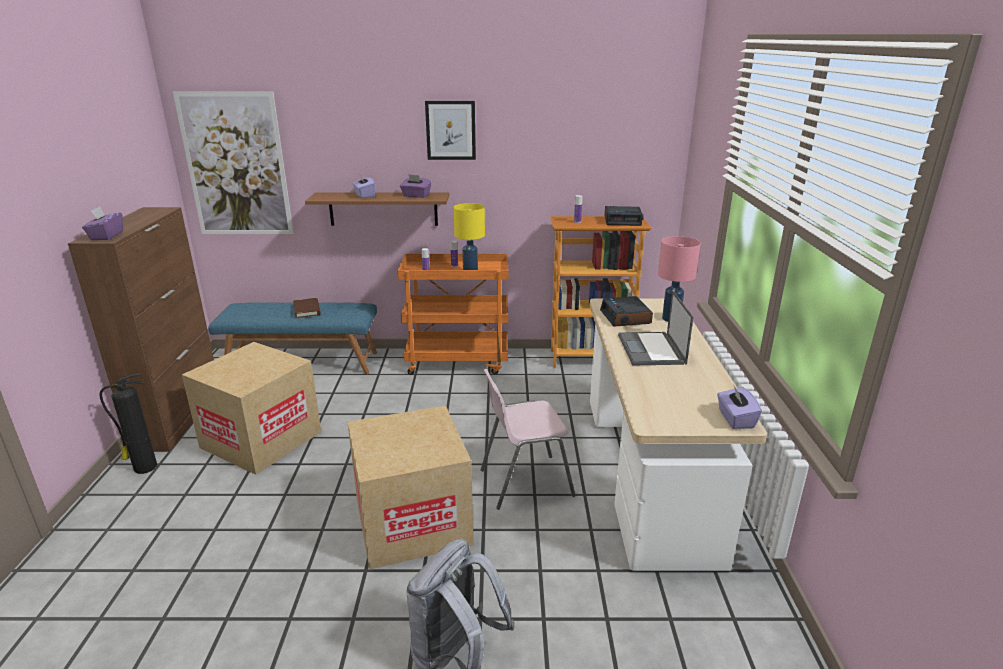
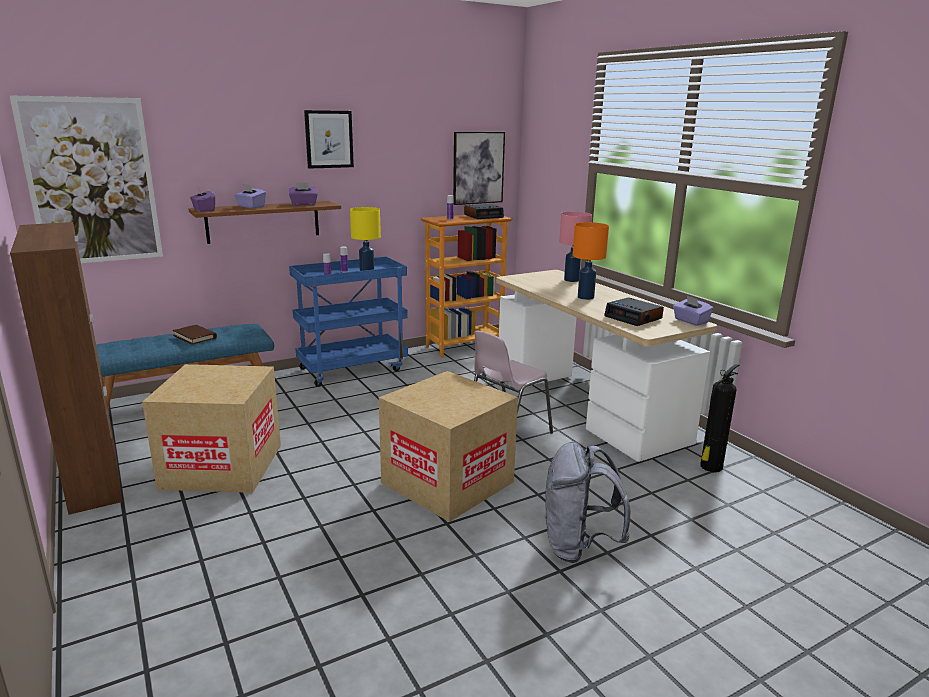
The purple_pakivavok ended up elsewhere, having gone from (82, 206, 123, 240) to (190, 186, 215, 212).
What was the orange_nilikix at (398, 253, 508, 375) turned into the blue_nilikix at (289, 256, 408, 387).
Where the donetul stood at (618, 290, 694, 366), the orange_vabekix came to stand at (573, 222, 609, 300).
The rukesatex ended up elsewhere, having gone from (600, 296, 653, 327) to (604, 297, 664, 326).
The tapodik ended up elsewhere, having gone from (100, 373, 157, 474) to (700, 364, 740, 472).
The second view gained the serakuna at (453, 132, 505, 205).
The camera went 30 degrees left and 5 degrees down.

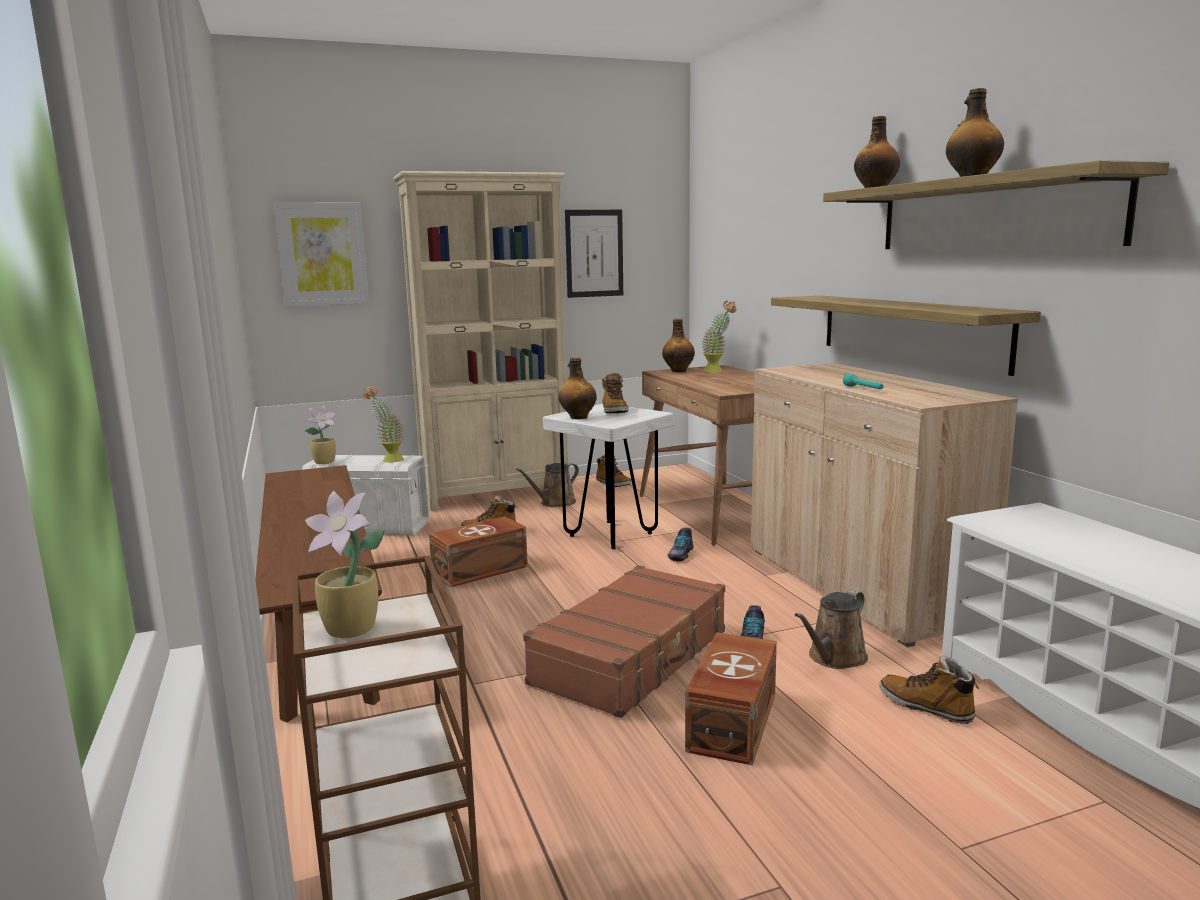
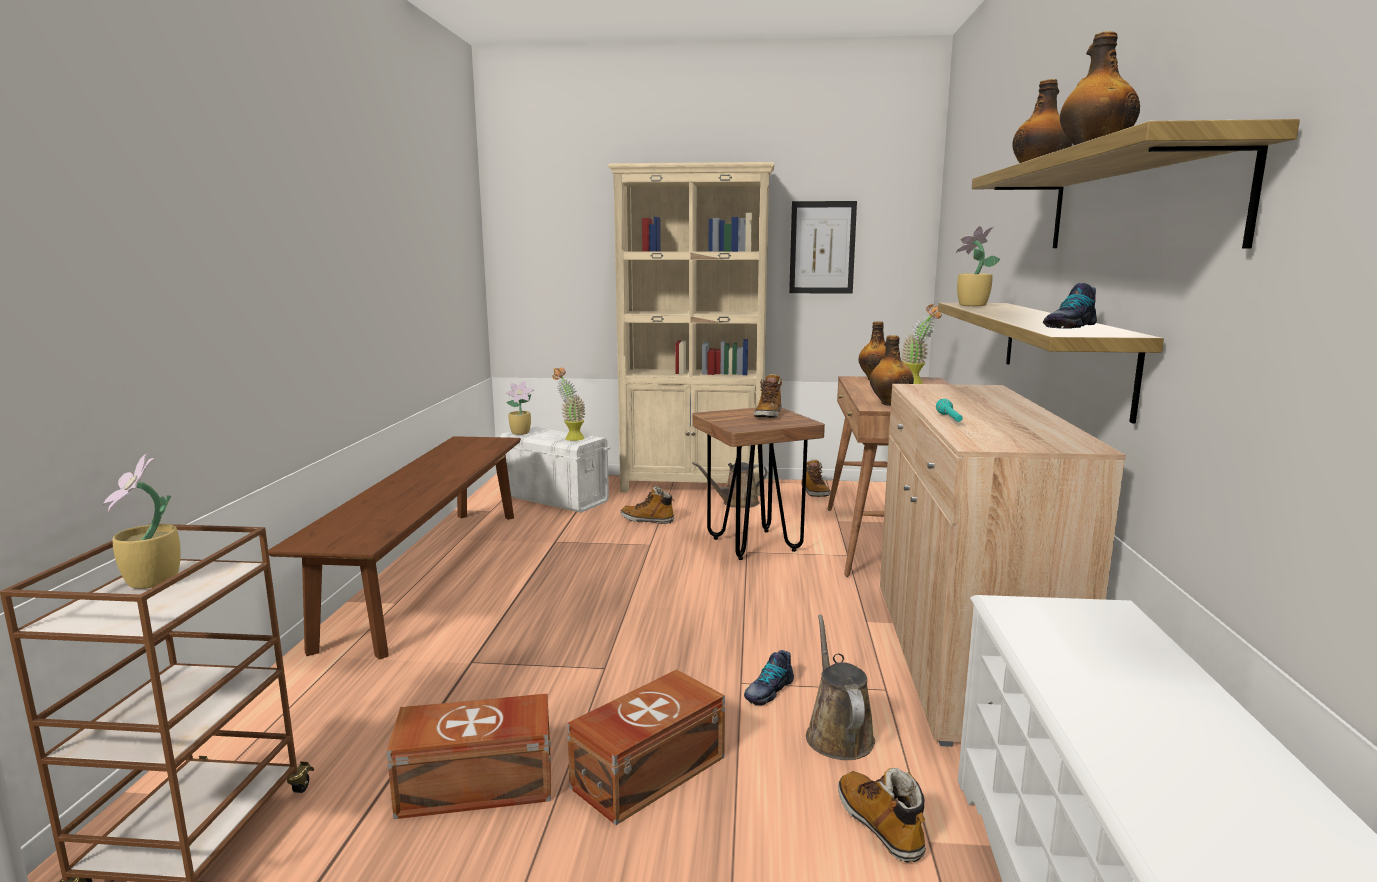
The second view lost the serakuna at (274, 203, 369, 307).
The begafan ended up elsewhere, having gone from (558, 357, 597, 419) to (870, 335, 914, 406).
What was the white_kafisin at (543, 404, 673, 549) turned into the brown_kafisin at (692, 408, 825, 560).
The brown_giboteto ended up elsewhere, having gone from (429, 517, 528, 588) to (387, 693, 551, 819).
The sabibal ended up elsewhere, having gone from (667, 528, 694, 562) to (1043, 283, 1097, 329).
The second view lost the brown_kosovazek at (523, 565, 725, 718).
The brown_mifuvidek at (795, 590, 868, 669) ended up facing another way, 105 degrees clockwise from before.
The second view gained the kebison at (955, 225, 1000, 306).
The camera went 25 degrees right and 0 degrees up.

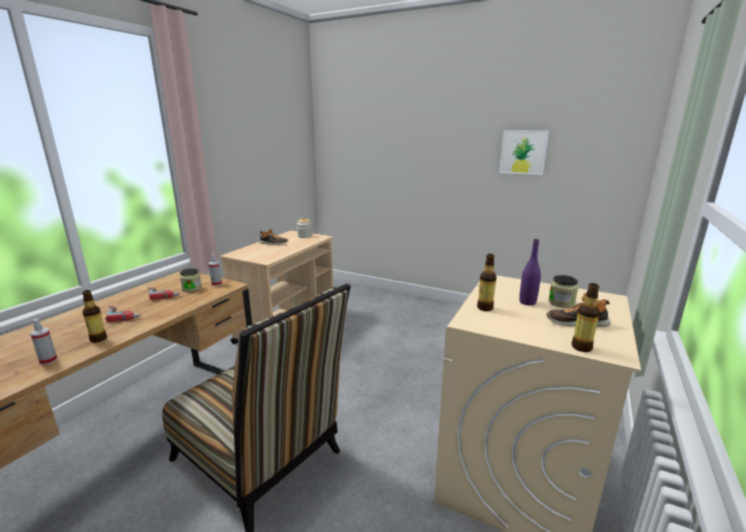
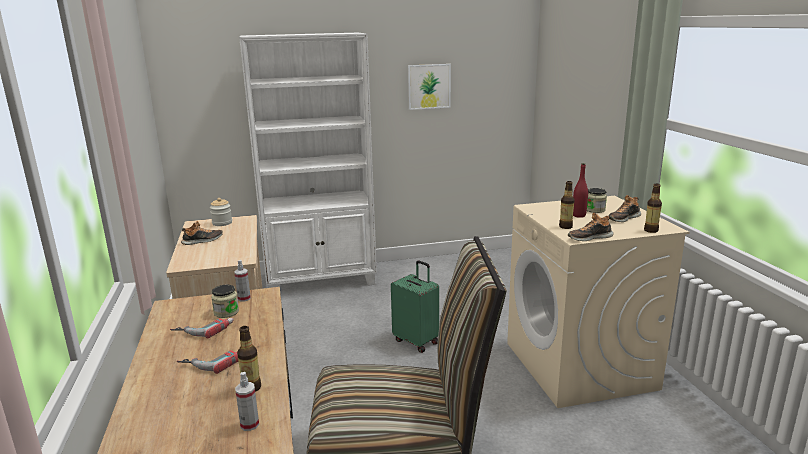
What was the purple_begafan at (519, 239, 541, 306) turned into the red_begafan at (573, 163, 588, 218).
The second view gained the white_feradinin at (239, 33, 377, 288).
The second view gained the sabibal at (568, 213, 614, 241).
The second view gained the green_kosovazek at (391, 260, 439, 353).
The camera went 40 degrees left and 0 degrees up.

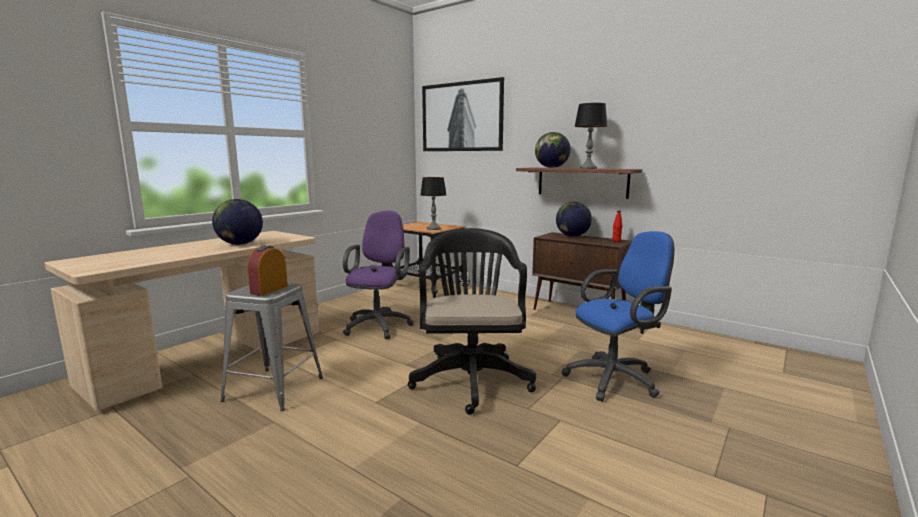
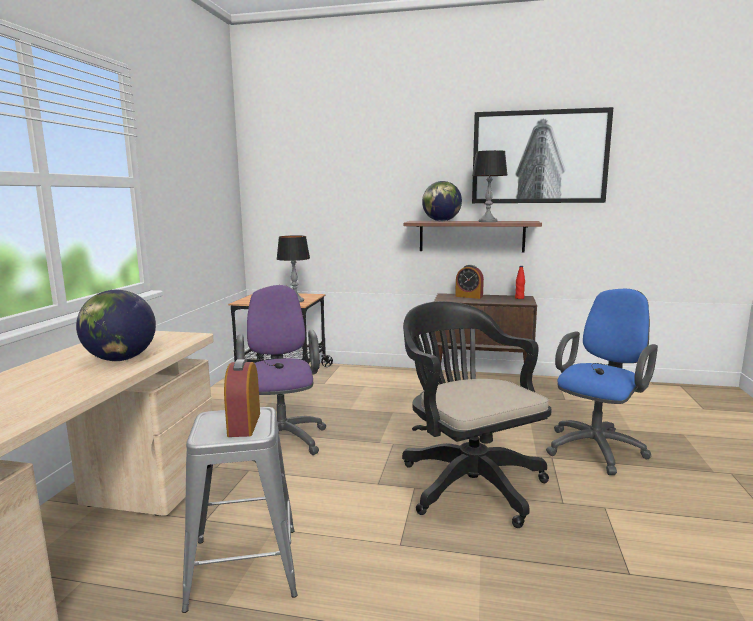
The serakuna ended up elsewhere, having gone from (422, 77, 504, 151) to (472, 107, 614, 203).
Where the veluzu stood at (556, 202, 592, 237), the rukesatex came to stand at (455, 265, 484, 299).
The camera went 25 degrees left and 0 degrees up.

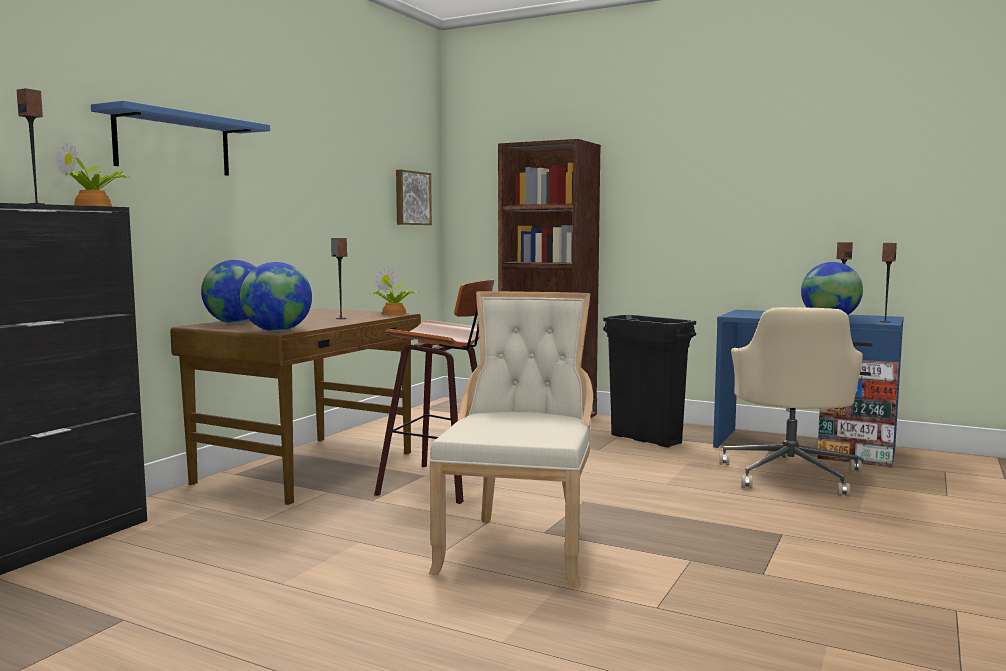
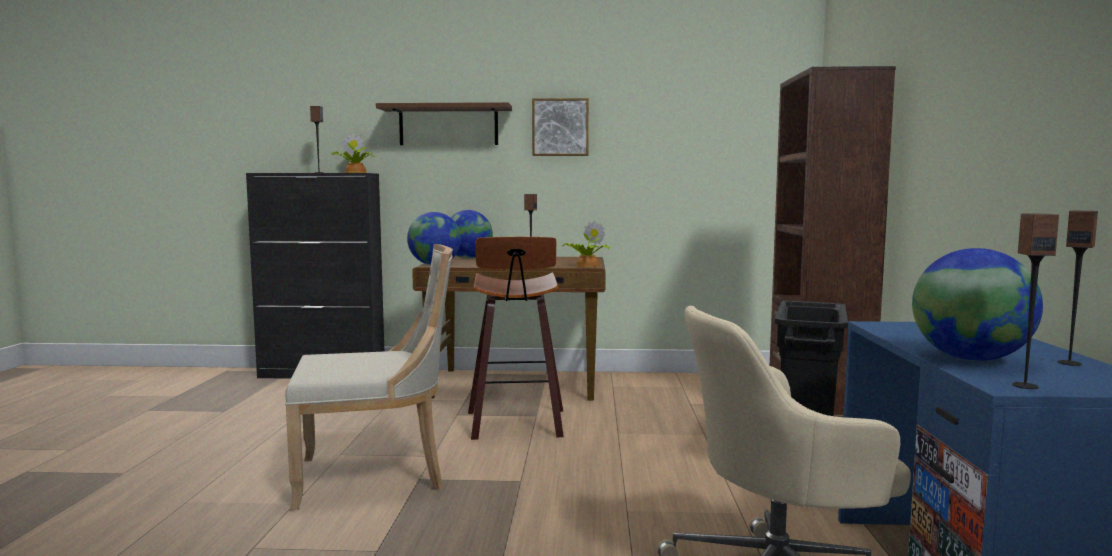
What was the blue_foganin at (91, 101, 270, 176) turned into the brown_foganin at (376, 102, 512, 145).
The serakuna ended up elsewhere, having gone from (396, 169, 432, 225) to (532, 98, 589, 156).
The camera went 65 degrees right and 0 degrees up.

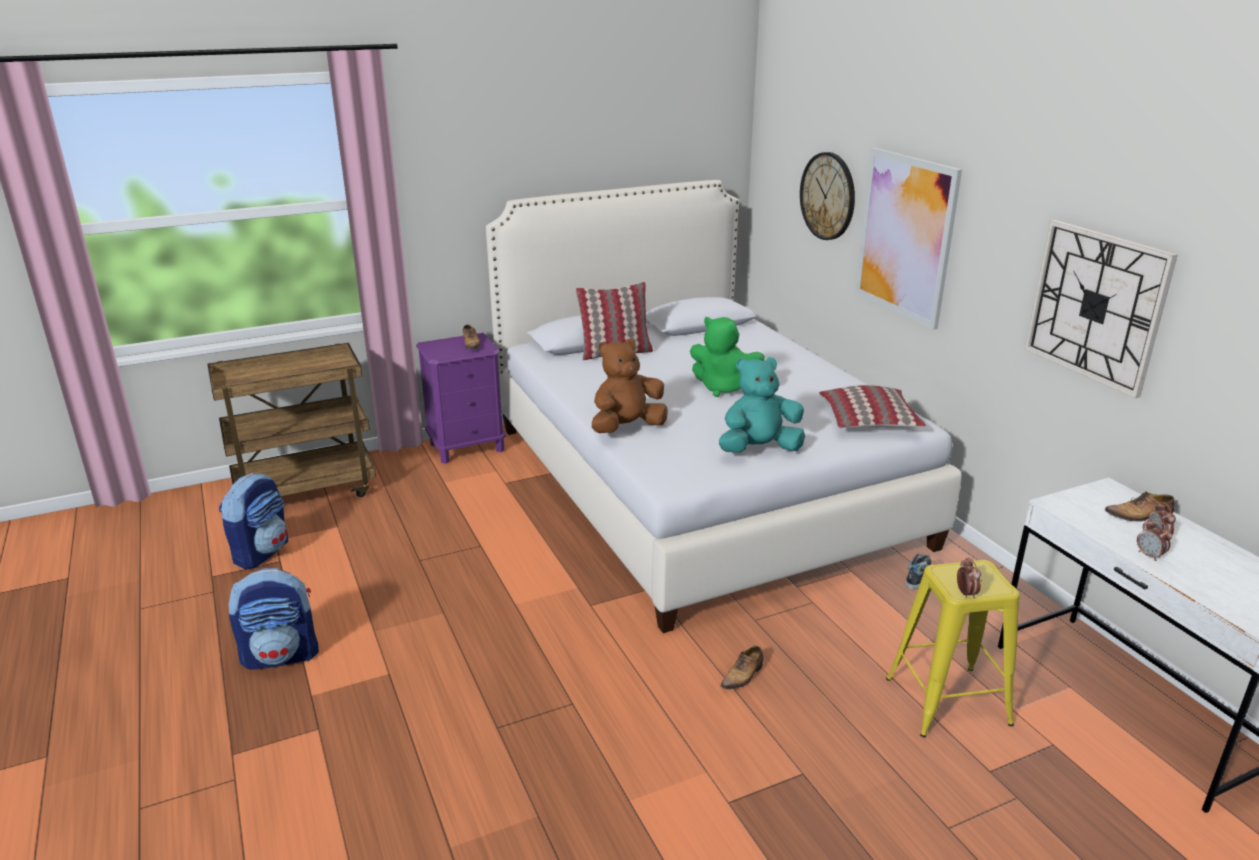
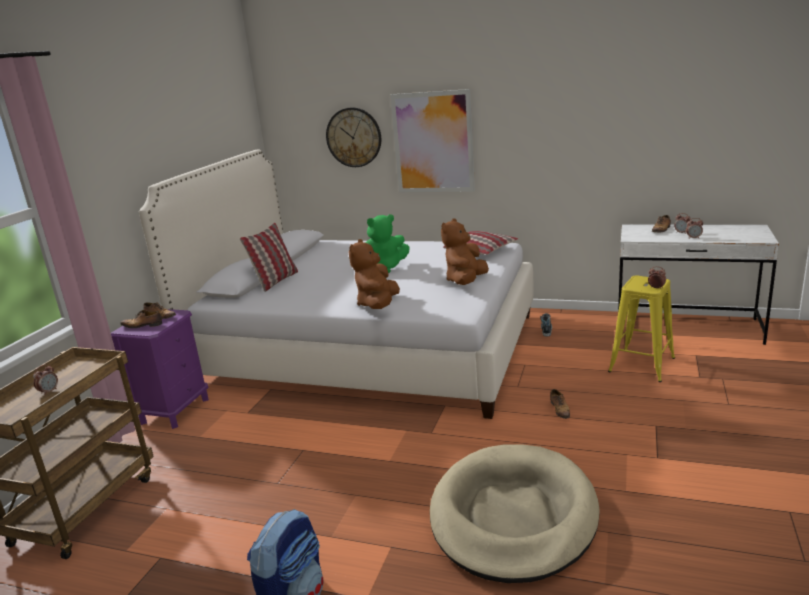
The second view lost the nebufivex at (1024, 220, 1178, 398).
What was the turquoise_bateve at (719, 357, 805, 453) turned into the brown_bateve at (441, 219, 489, 285).
The second view lost the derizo at (219, 473, 288, 569).
The second view gained the sabibal at (120, 310, 162, 328).
The second view gained the rukesatex at (33, 364, 58, 395).
The second view gained the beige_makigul at (430, 445, 600, 583).
The camera went 45 degrees left and 5 degrees down.

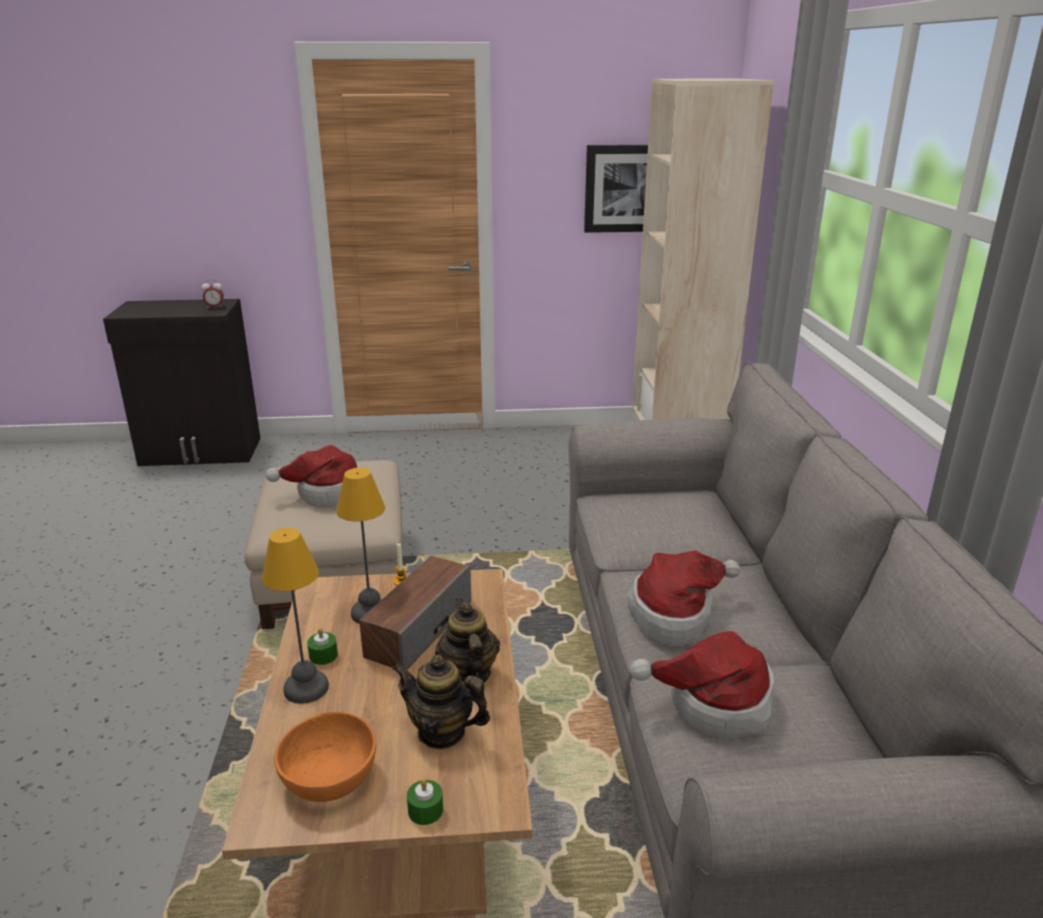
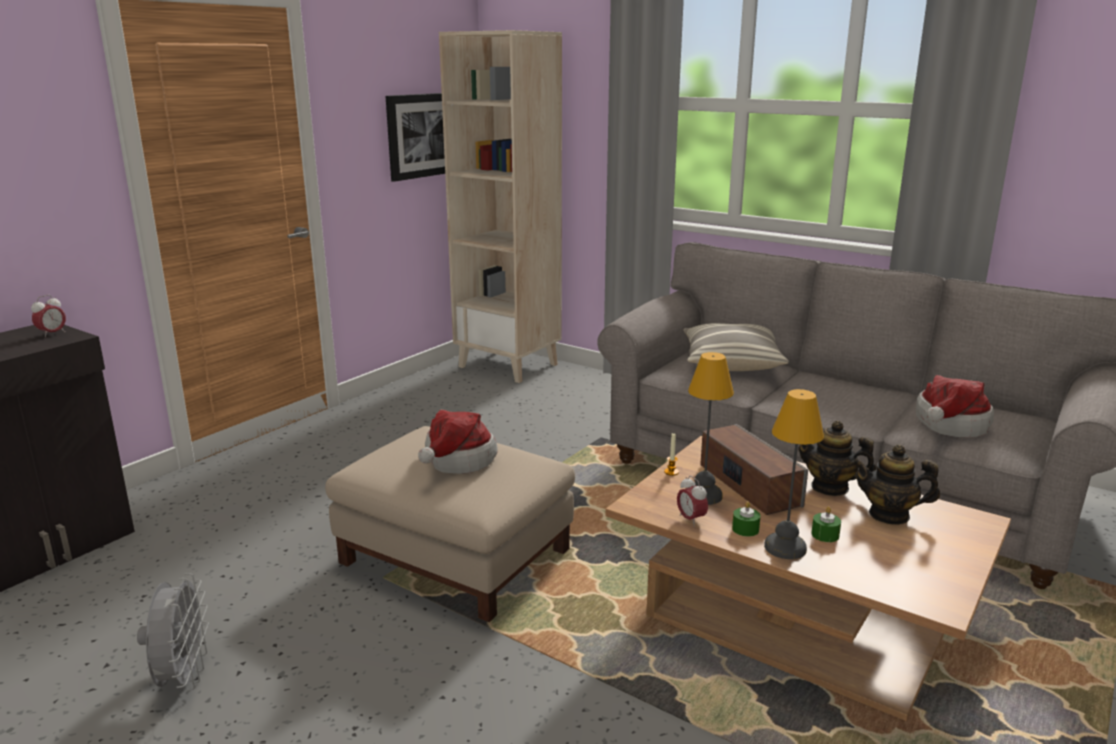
The second view lost the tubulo at (627, 551, 740, 646).
The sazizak at (393, 655, 490, 749) ended up facing another way, 45 degrees clockwise from before.
The second view lost the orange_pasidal at (274, 712, 376, 802).
The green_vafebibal ended up elsewhere, having gone from (407, 779, 443, 825) to (811, 507, 841, 542).
The second view gained the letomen at (684, 323, 789, 371).
The second view gained the rukesatex at (677, 476, 708, 526).
The second view gained the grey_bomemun at (137, 573, 209, 691).
The camera went 50 degrees left and 5 degrees down.

